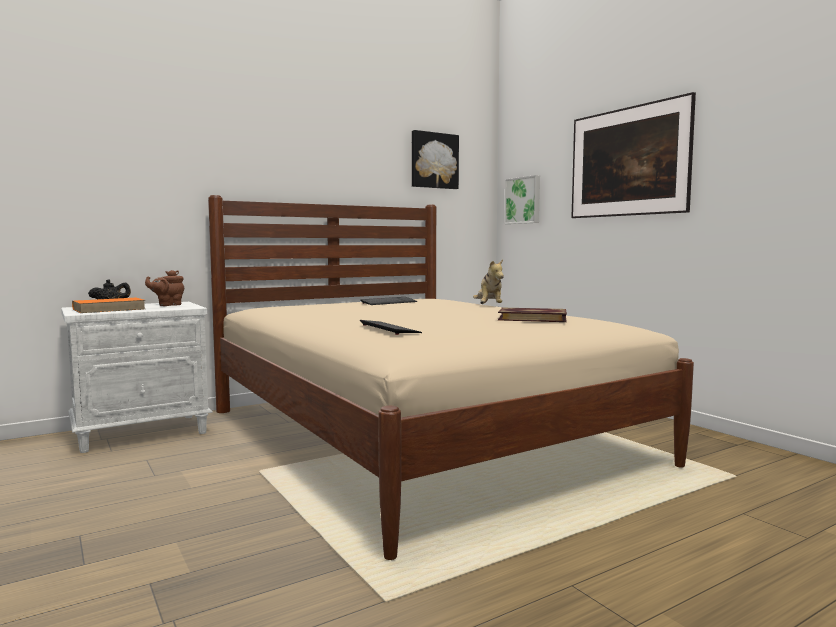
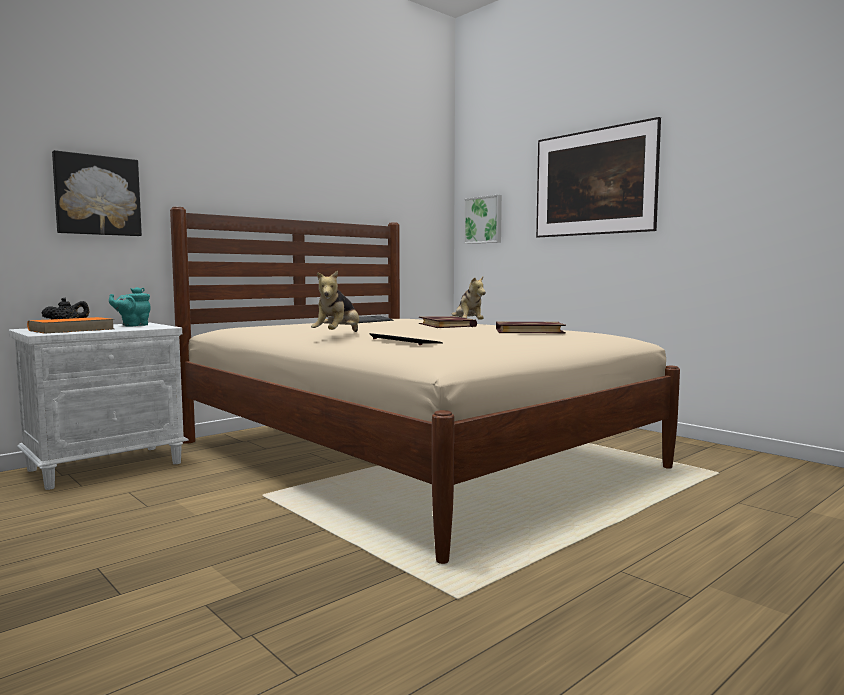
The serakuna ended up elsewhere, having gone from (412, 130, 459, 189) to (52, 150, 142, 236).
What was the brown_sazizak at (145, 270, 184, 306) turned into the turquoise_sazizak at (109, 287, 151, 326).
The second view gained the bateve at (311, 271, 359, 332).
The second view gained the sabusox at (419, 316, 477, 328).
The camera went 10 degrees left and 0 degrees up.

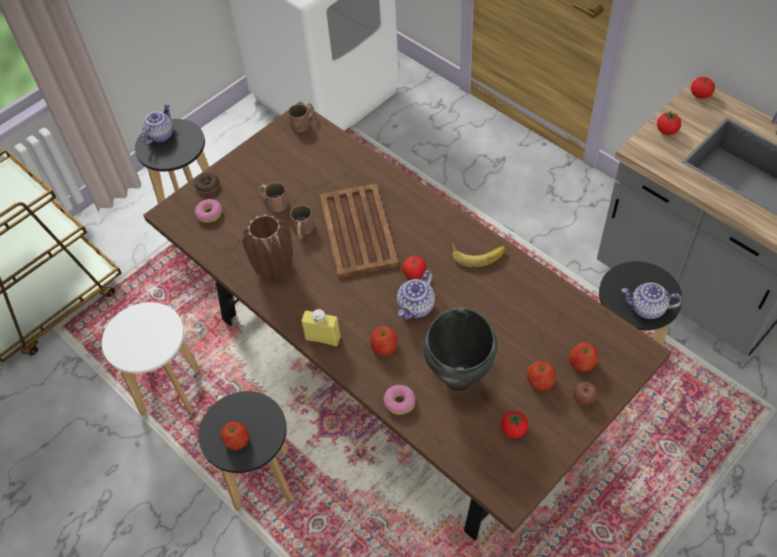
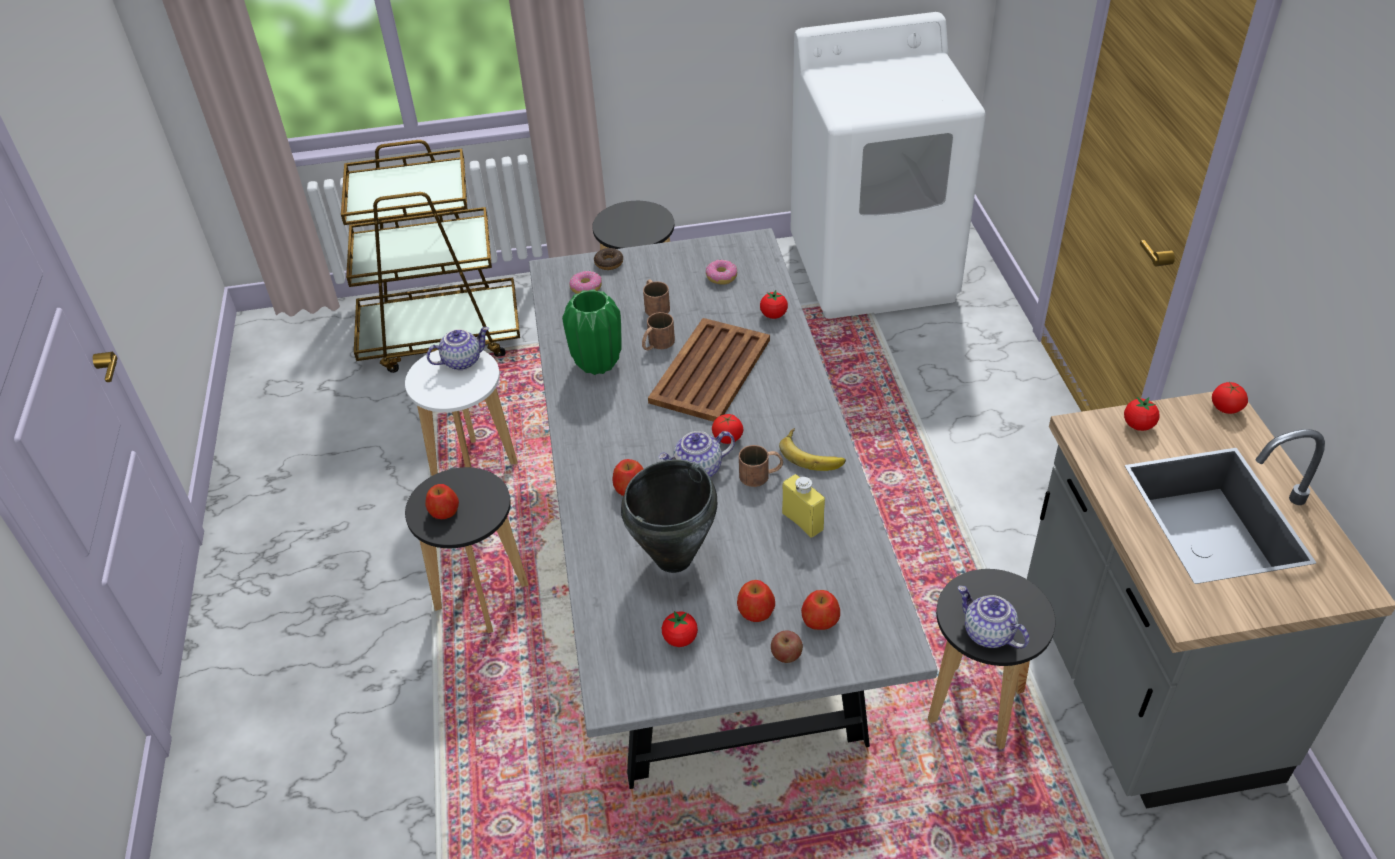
What was the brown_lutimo at (143, 102, 671, 541) turned into the grey_lutimo at (529, 228, 938, 789).
The sazizak ended up elsewhere, having gone from (142, 103, 173, 145) to (427, 327, 489, 370).
The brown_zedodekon ended up elsewhere, having gone from (288, 103, 314, 132) to (739, 445, 783, 487).
What was the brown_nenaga at (242, 214, 293, 280) turned into the green_nenaga at (562, 289, 622, 375).
The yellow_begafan ended up elsewhere, having gone from (301, 309, 341, 346) to (782, 474, 825, 538).
The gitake ended up elsewhere, having gone from (383, 385, 415, 415) to (706, 260, 737, 285).
The second view gained the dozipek at (760, 290, 788, 319).
The camera went 35 degrees right and 10 degrees down.

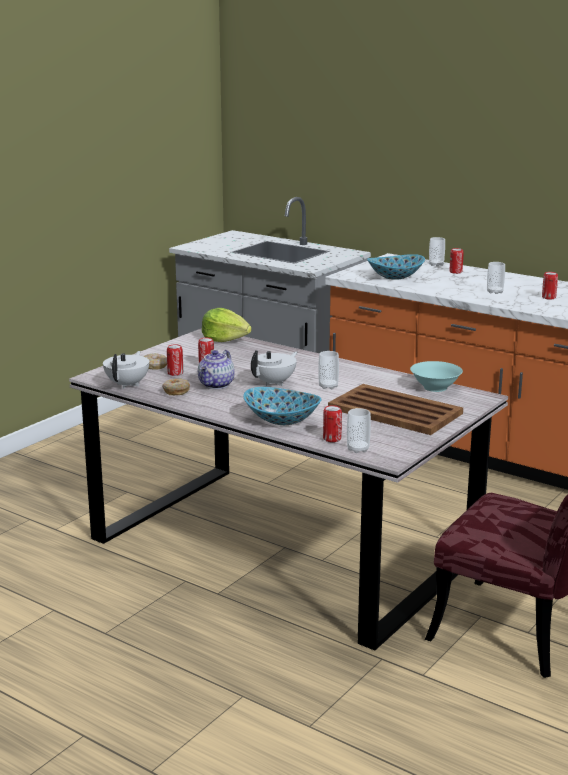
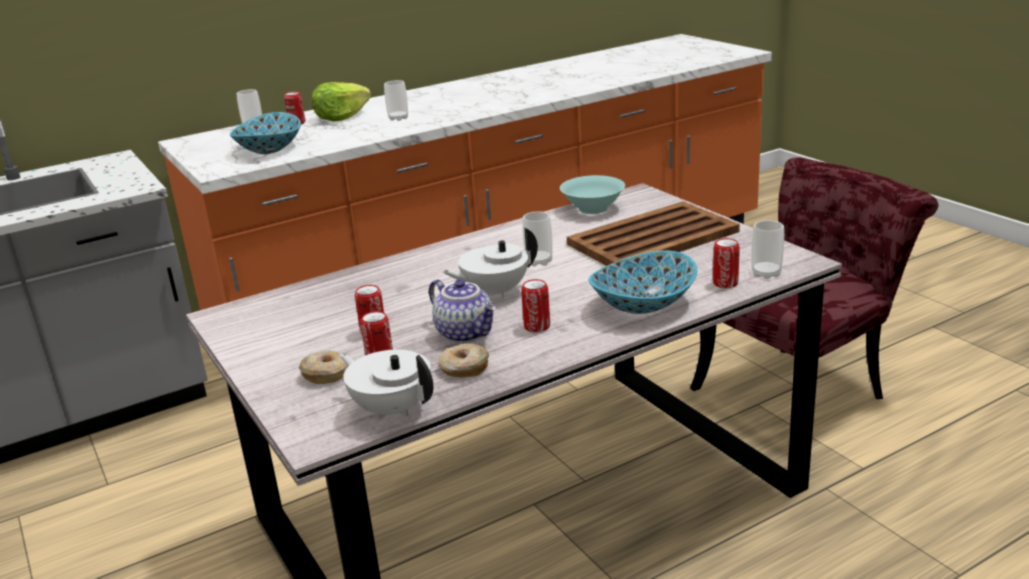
The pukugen ended up elsewhere, having gone from (542, 272, 558, 300) to (521, 279, 550, 332).
The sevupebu ended up elsewhere, having gone from (202, 308, 252, 342) to (312, 82, 371, 121).
The white_sazizak at (251, 350, 297, 386) ended up facing another way, 90 degrees counterclockwise from before.
The camera went 65 degrees left and 5 degrees up.

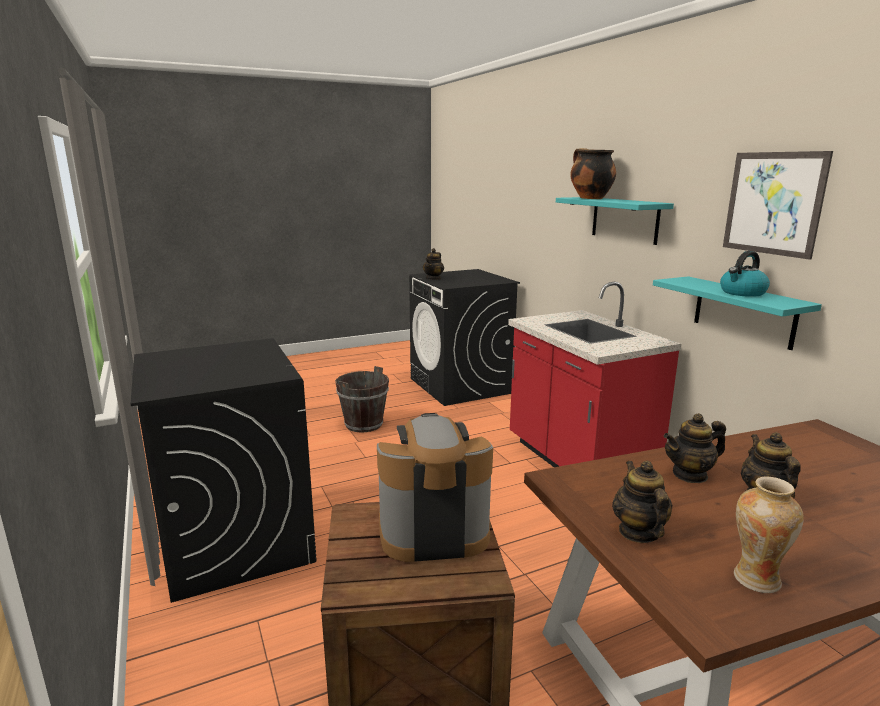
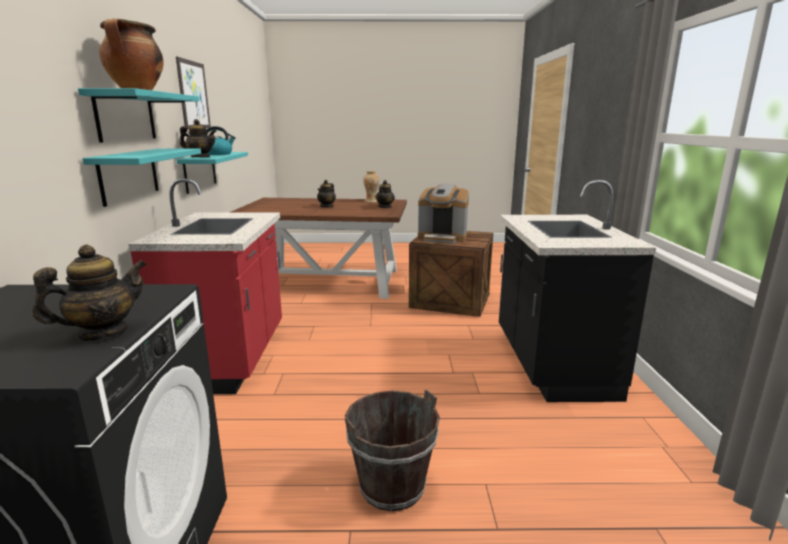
Where the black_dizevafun stood at (131, 338, 317, 603), the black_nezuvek came to stand at (499, 180, 656, 402).
The sazizak ended up elsewhere, having gone from (664, 413, 726, 483) to (180, 119, 217, 157).
The second view gained the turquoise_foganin at (82, 149, 201, 207).
The camera went 155 degrees left and 0 degrees up.

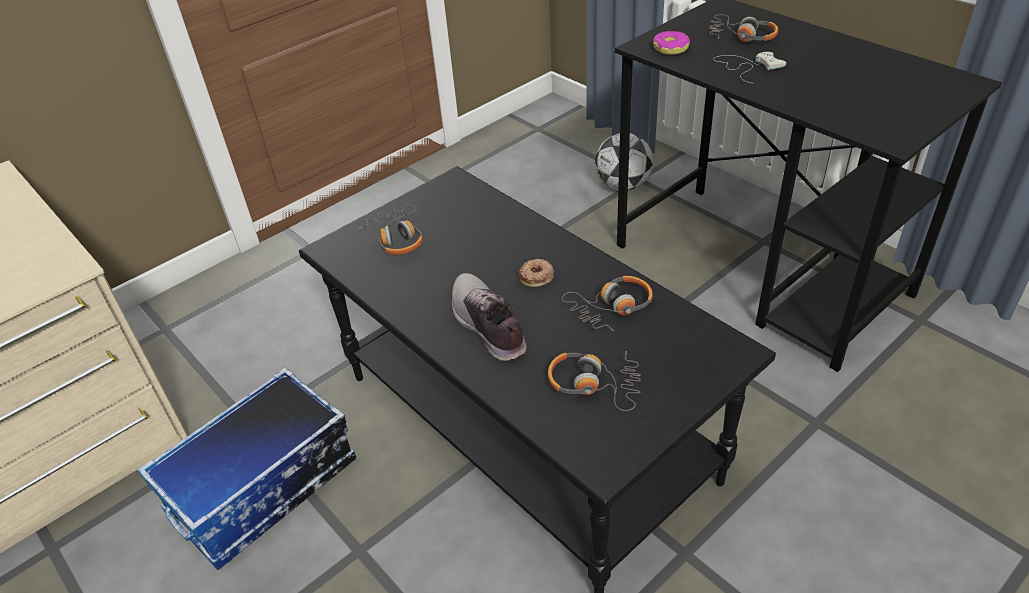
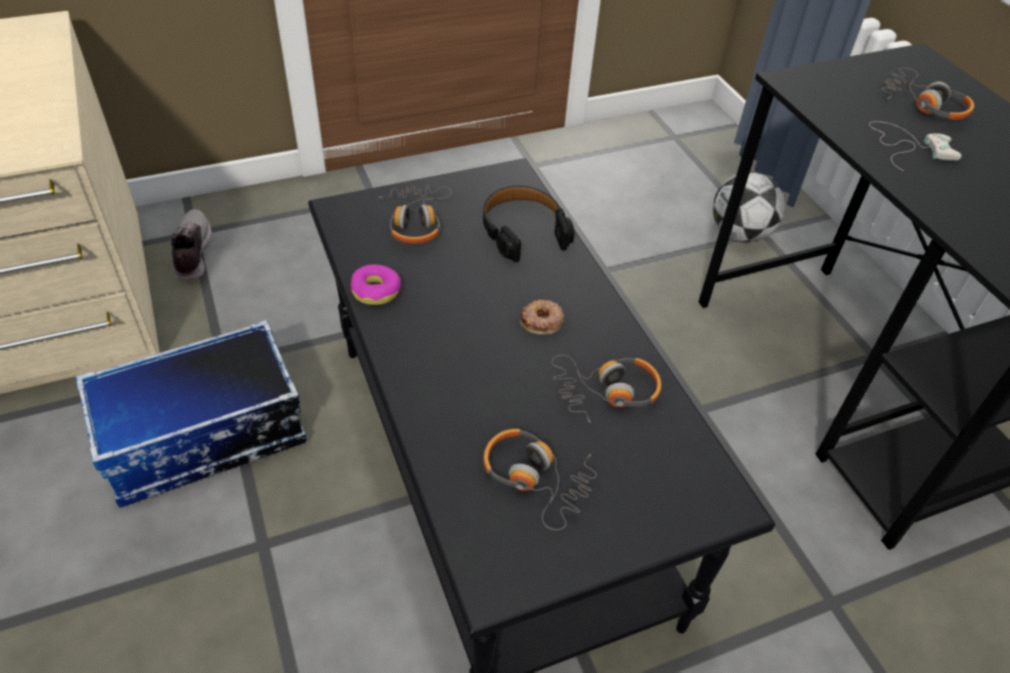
The gitake ended up elsewhere, having gone from (653, 31, 690, 55) to (351, 264, 401, 305).
The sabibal ended up elsewhere, having gone from (452, 273, 527, 361) to (171, 209, 212, 281).
The second view gained the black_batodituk at (483, 186, 574, 262).
The camera went 15 degrees right and 5 degrees up.

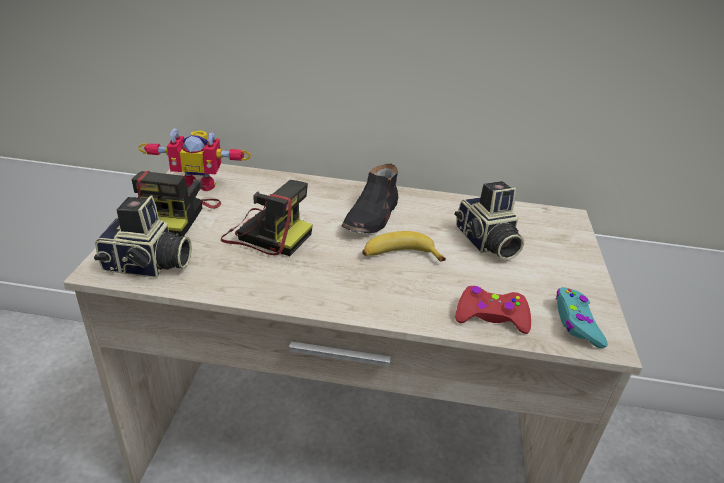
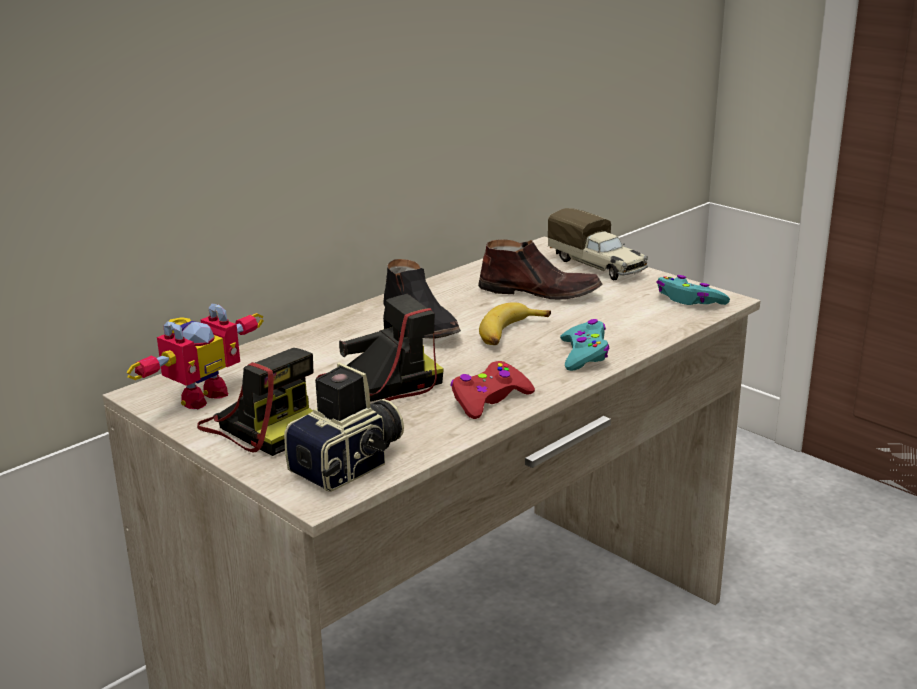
Where the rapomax stood at (455, 181, 524, 260), the brown_sabibal came to stand at (478, 239, 602, 300).
The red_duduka ended up elsewhere, having gone from (455, 286, 531, 334) to (450, 361, 535, 419).
The second view gained the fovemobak at (548, 208, 648, 281).
The second view gained the turquoise_duduka at (560, 319, 609, 371).
The camera went 50 degrees left and 10 degrees down.

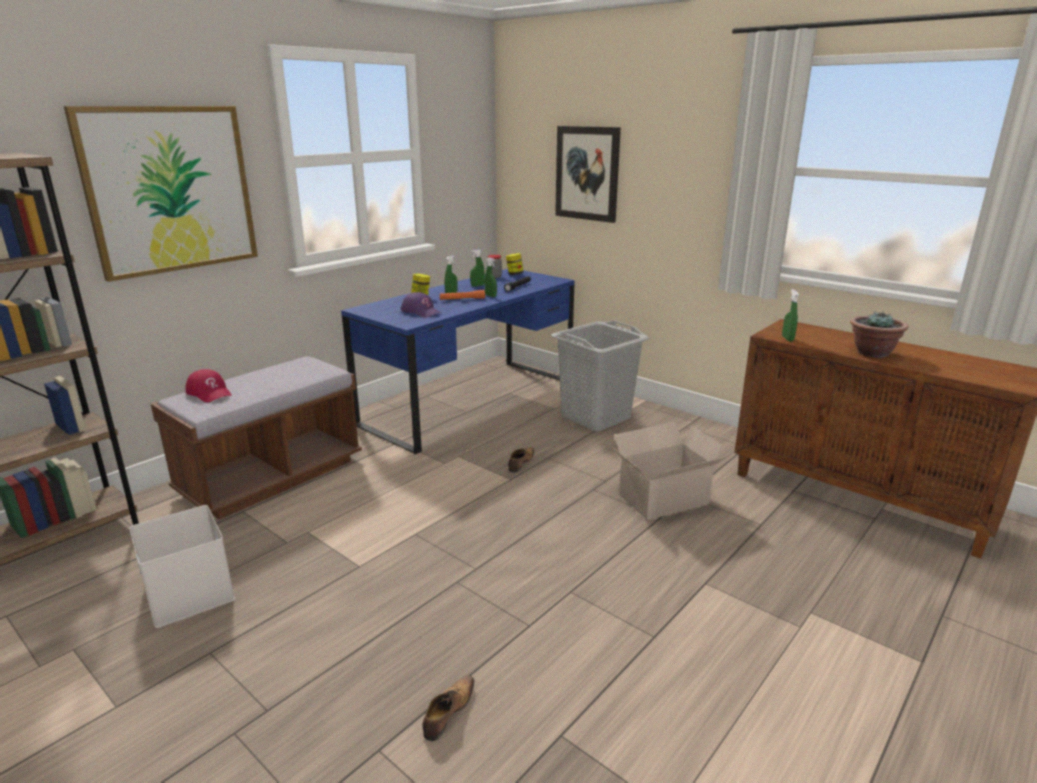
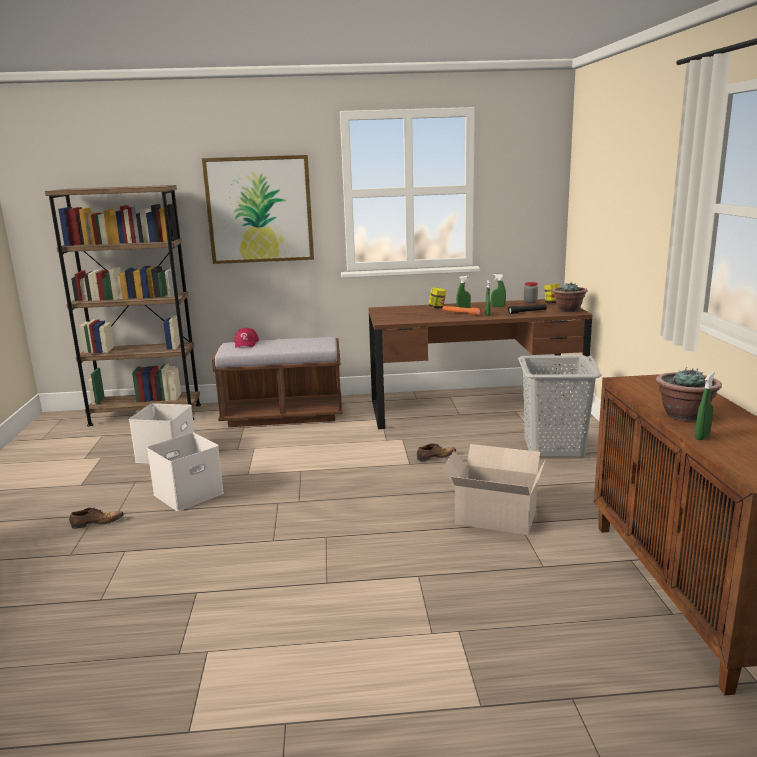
The second view lost the serakuna at (555, 126, 621, 223).
What was the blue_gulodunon at (341, 269, 575, 454) turned into the brown_gulodunon at (368, 299, 592, 429).
The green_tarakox ended up elsewhere, having gone from (782, 289, 799, 341) to (695, 372, 715, 440).
The second view lost the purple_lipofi at (401, 292, 441, 318).
The sabibal ended up elsewhere, having gone from (423, 675, 474, 741) to (69, 507, 124, 529).
The second view gained the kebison at (552, 283, 587, 312).
The second view gained the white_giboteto at (147, 433, 224, 511).
The camera went 45 degrees right and 5 degrees down.

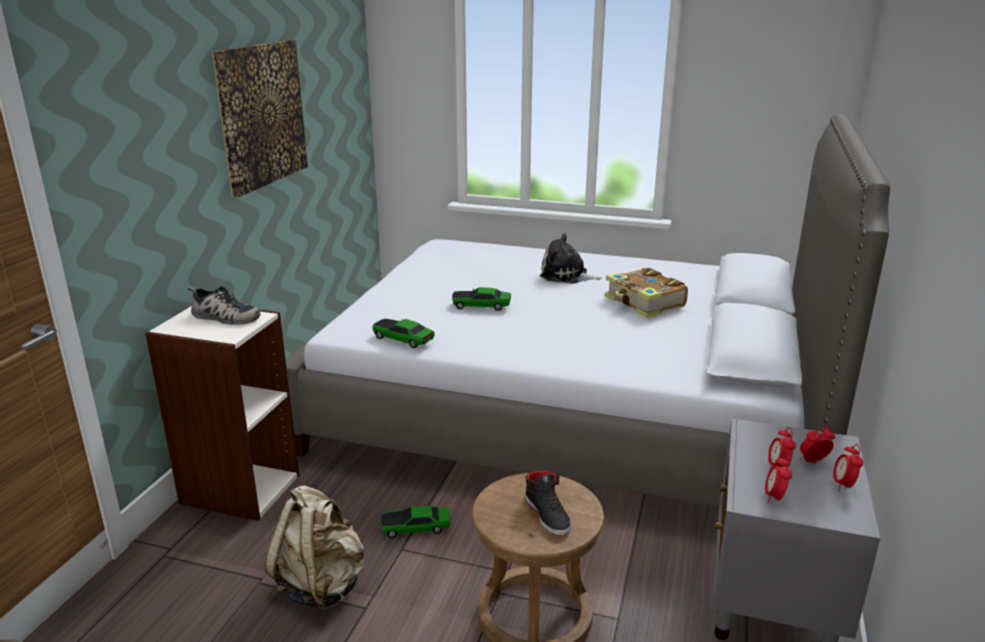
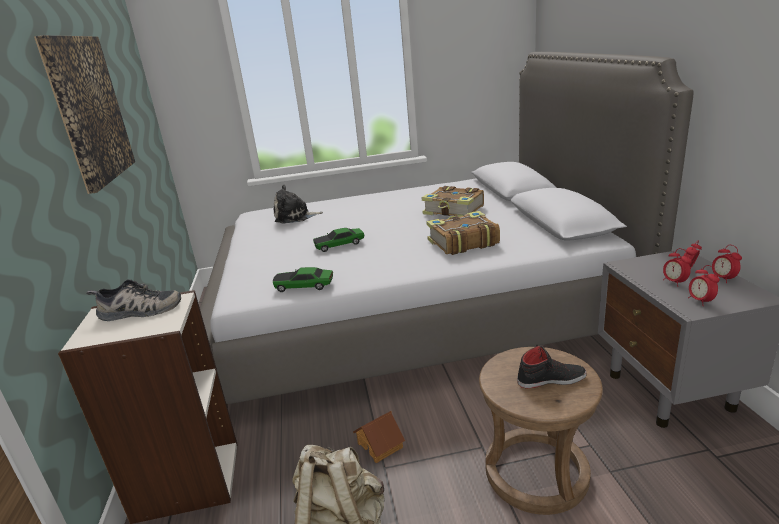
The bateve ended up elsewhere, having gone from (540, 233, 602, 284) to (274, 185, 323, 224).
The black_sabibal at (525, 471, 571, 536) ended up facing another way, 45 degrees counterclockwise from before.
Where the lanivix stood at (381, 506, 451, 538), the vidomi came to stand at (353, 411, 405, 463).
The second view gained the sabusox at (426, 211, 500, 255).
The camera went 25 degrees left and 0 degrees up.

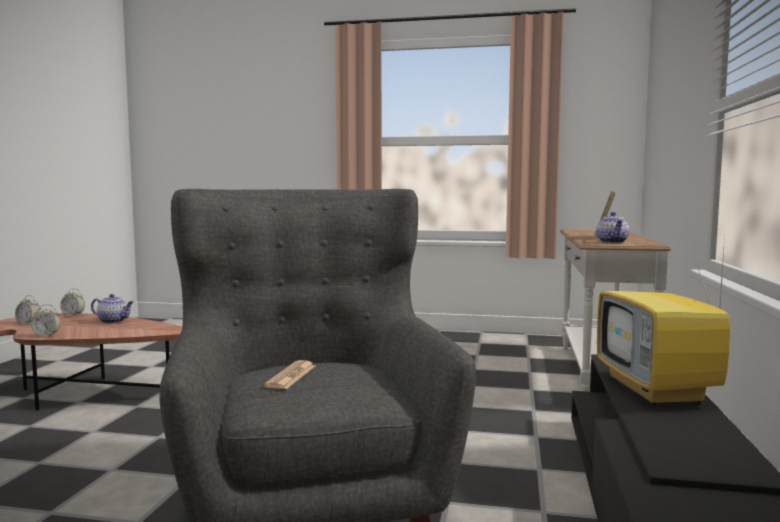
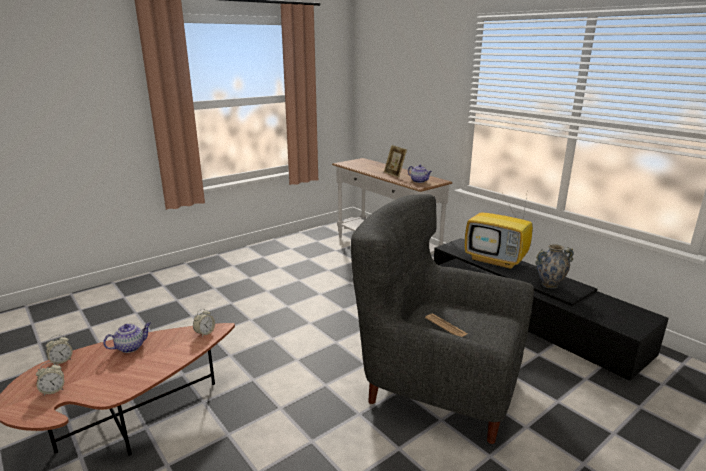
The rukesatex ended up elsewhere, having gone from (31, 304, 61, 337) to (193, 309, 215, 337).
The second view gained the nenaga at (535, 244, 574, 289).
The camera went 50 degrees left and 15 degrees up.

